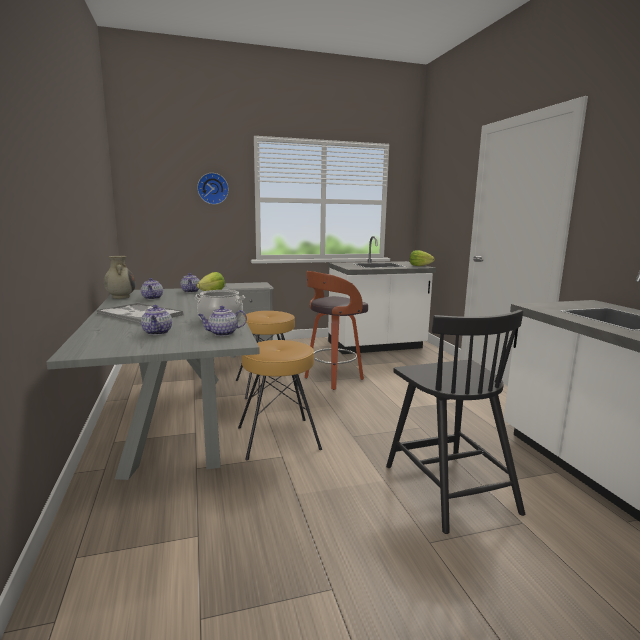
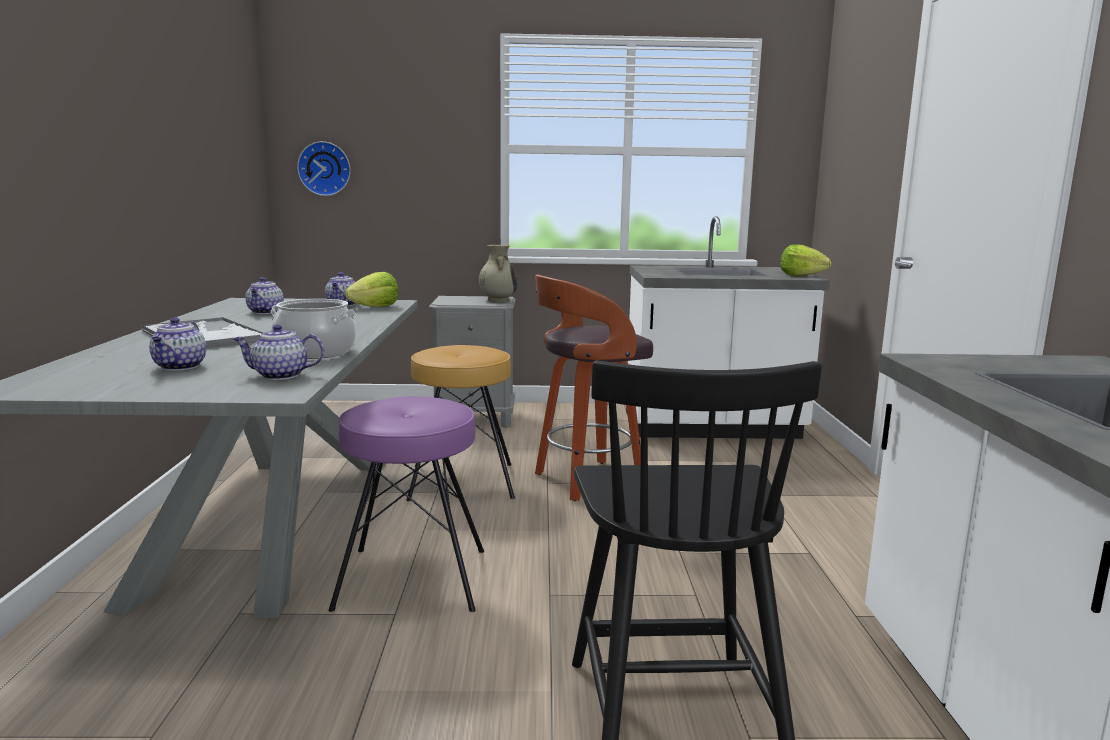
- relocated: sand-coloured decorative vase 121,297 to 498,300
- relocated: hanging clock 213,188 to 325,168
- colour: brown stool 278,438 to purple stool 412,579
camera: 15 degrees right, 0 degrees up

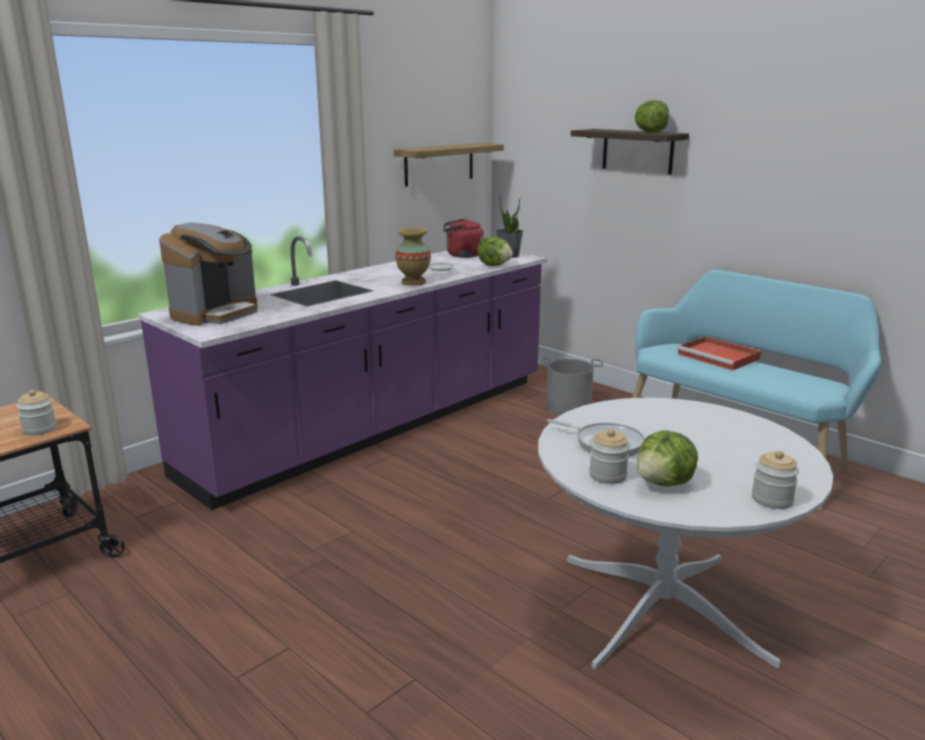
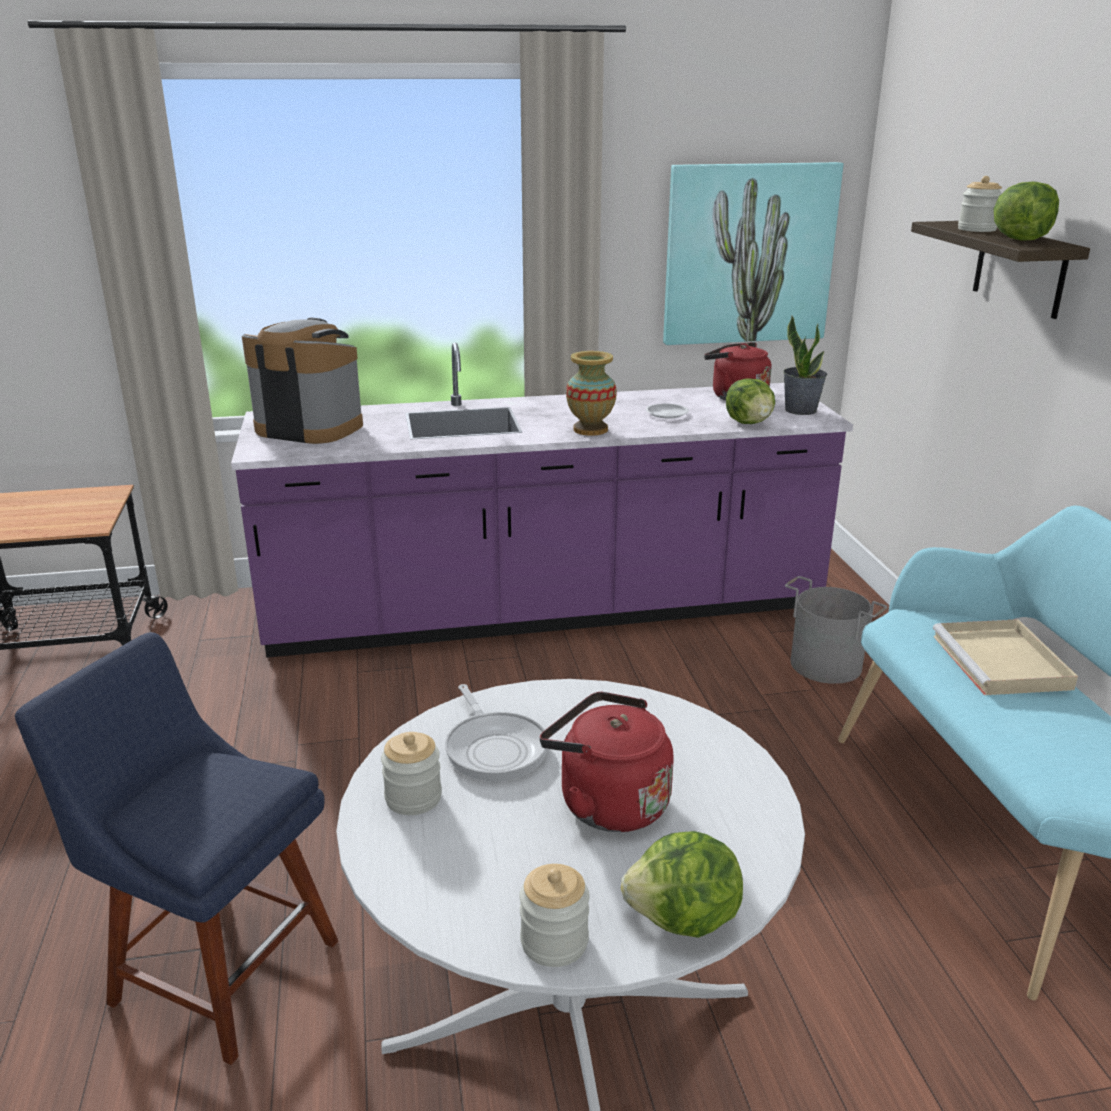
- relocated: preserve jar 39,429 to 976,229
- spun: coffee brewer 216,313 = 309,428 135 degrees counterclockwise
- exchanged: wall shelf 439,164 to wall art 748,254
- relocated: lettuce 664,483 to 684,921
- colour: reddish tray 719,357 to sand-coloured tray 1003,663
- appeared: blue-coloured plain chair 217,967
- appeared: reddish tea kettle 607,803
camera: 35 degrees right, 5 degrees up

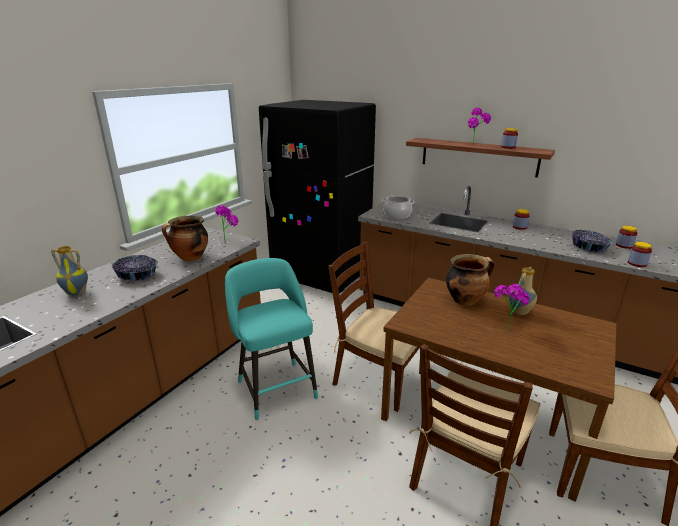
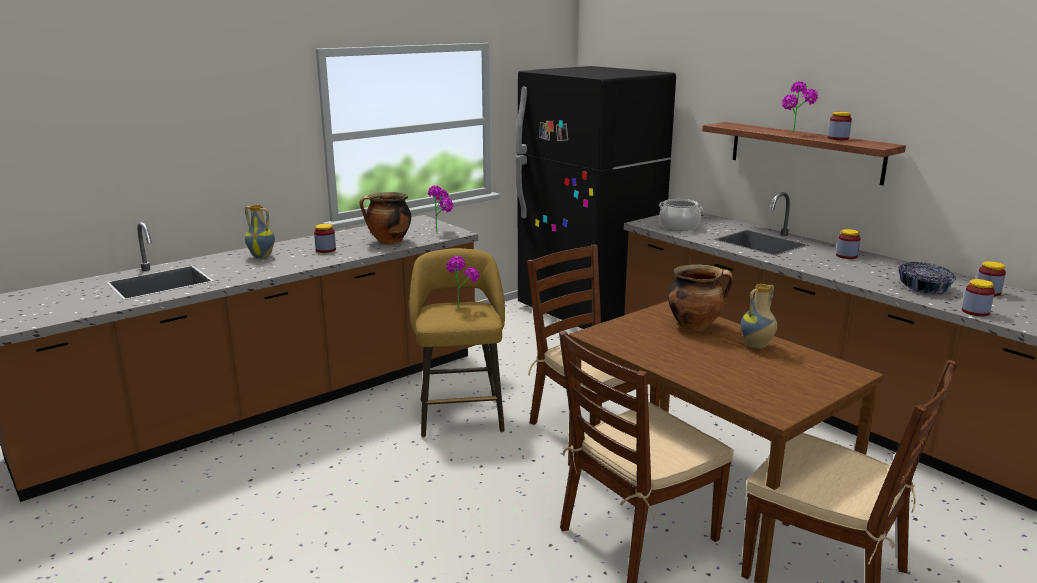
- exchanged: deep dish 137,275 to preserve jar 325,250
- colour: turquoise stool 275,387 to yellowish stool 460,413
- relocated: houseplant 505,326 to 461,305
camera: 20 degrees right, 5 degrees down

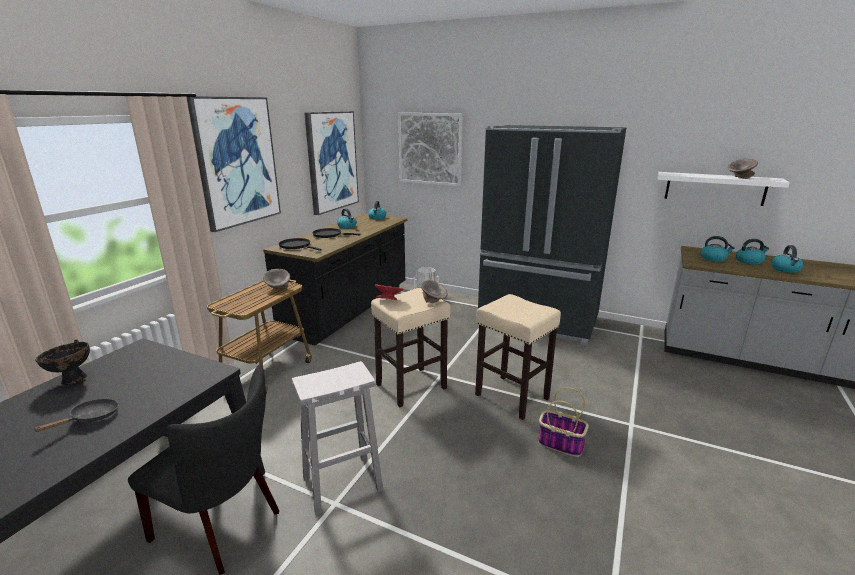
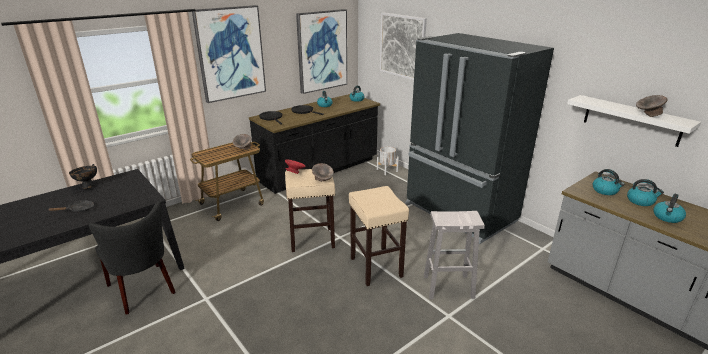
- relocated: whitish stool 341,484 to 447,287
- missing: household basket 559,443
camera: 25 degrees right, 5 degrees up

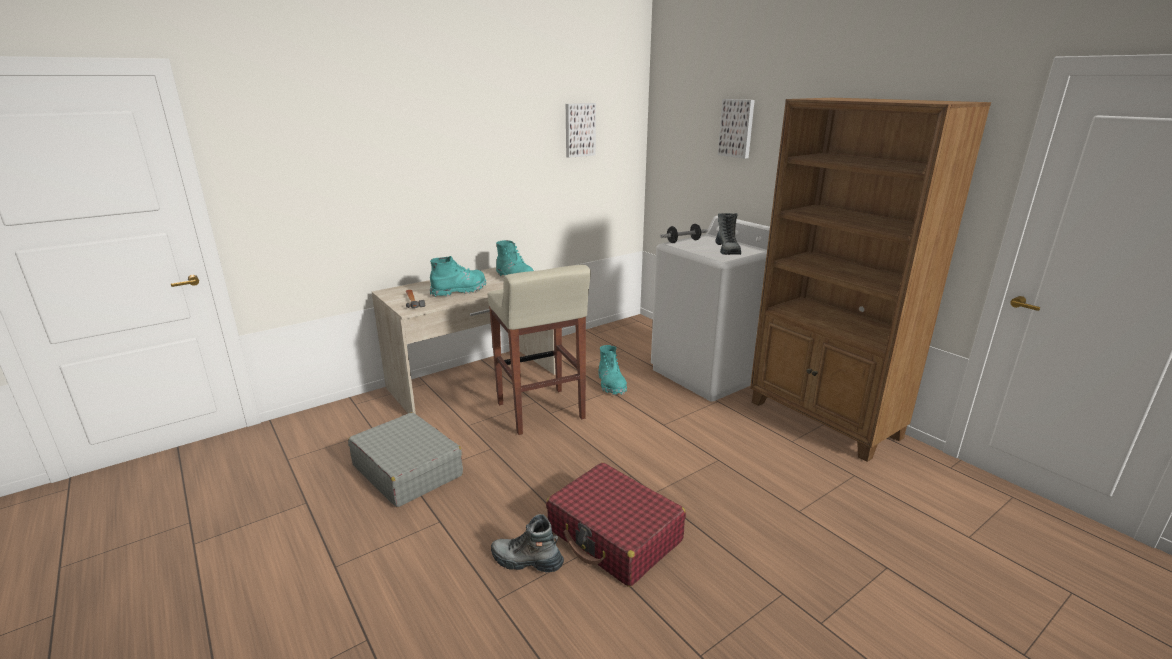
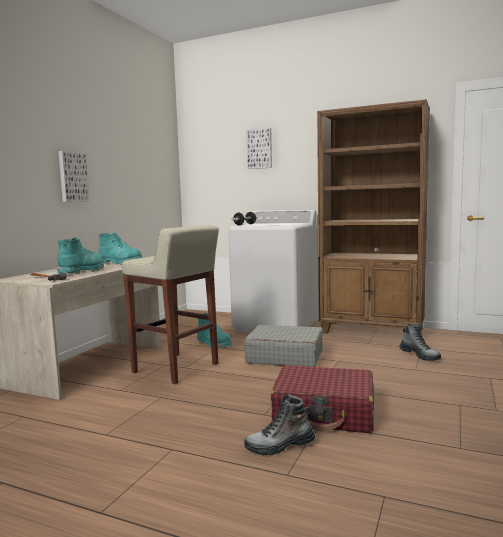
- relocated: grey piece of luggage 407,470 to 284,357
- relocated: wall art 579,130 to 72,177
- relocated: boot 727,250 to 420,355
camera: 30 degrees left, 15 degrees down

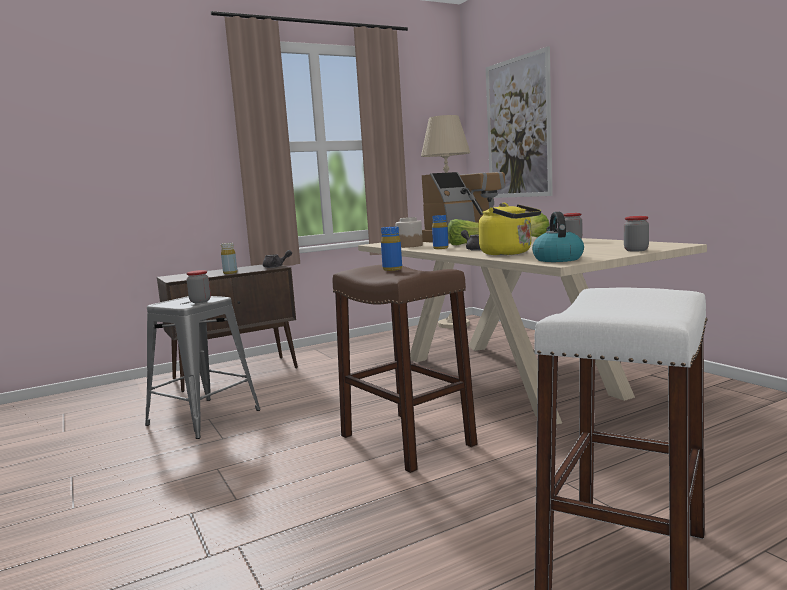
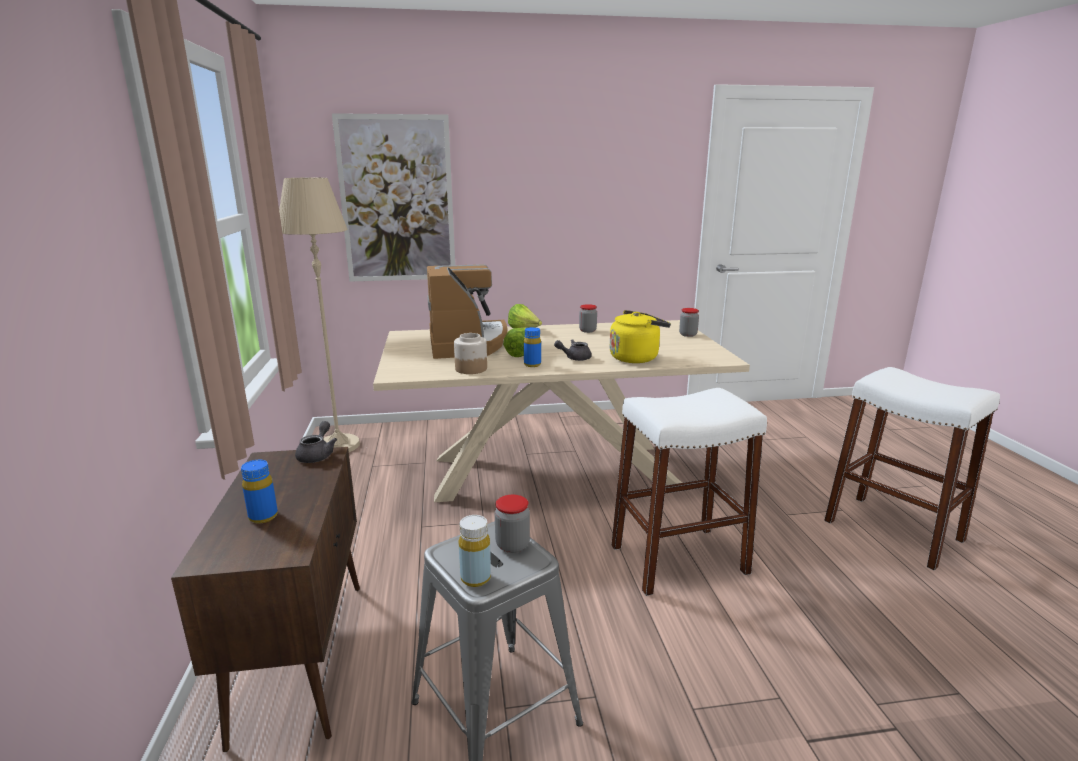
- relocated: yellowish beverage bottle 230,273 to 475,578
- colour: brown stool 406,440 to whitish stool 678,559
- relocated: blue-coloured beverage bottle 392,269 to 263,517
- missing: tea kettle 557,259
camera: 70 degrees left, 10 degrees up

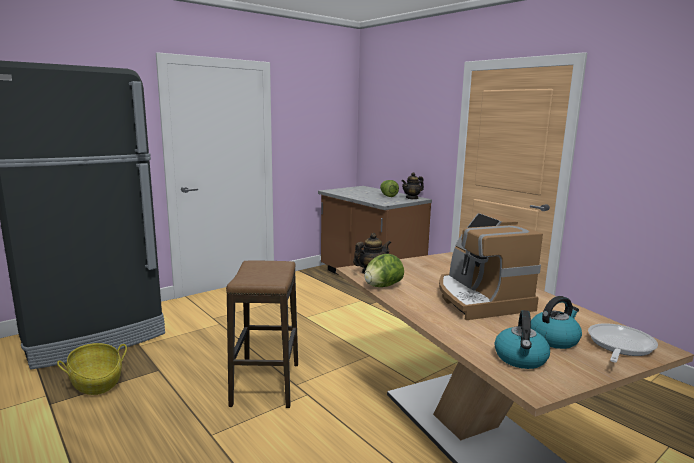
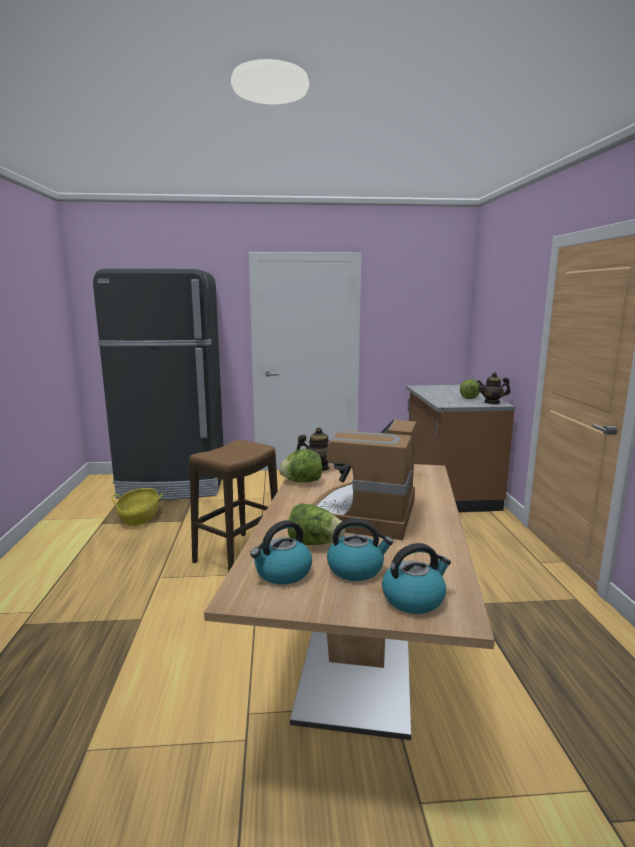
- exchanged: pan 619,346 to tea kettle 414,598
- appeared: lettuce 314,543
camera: 35 degrees right, 0 degrees up

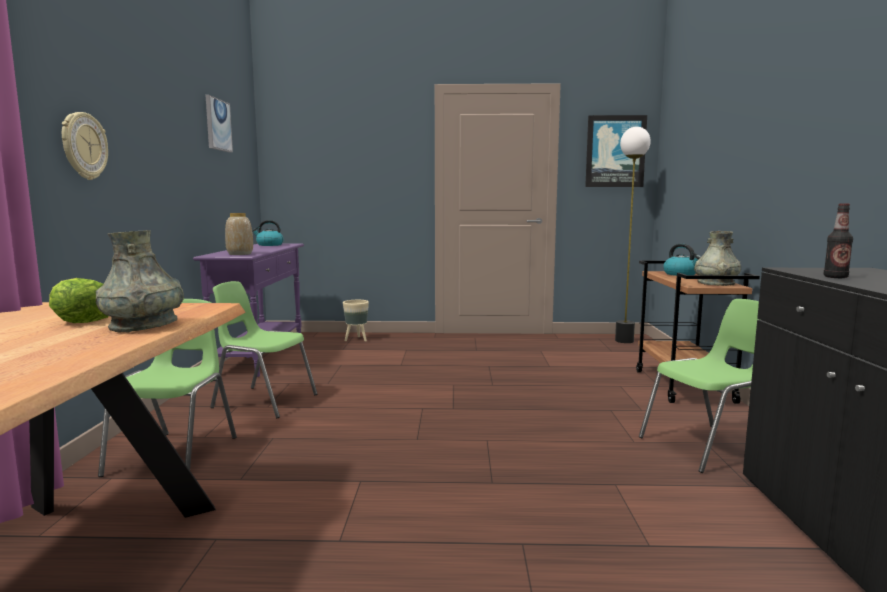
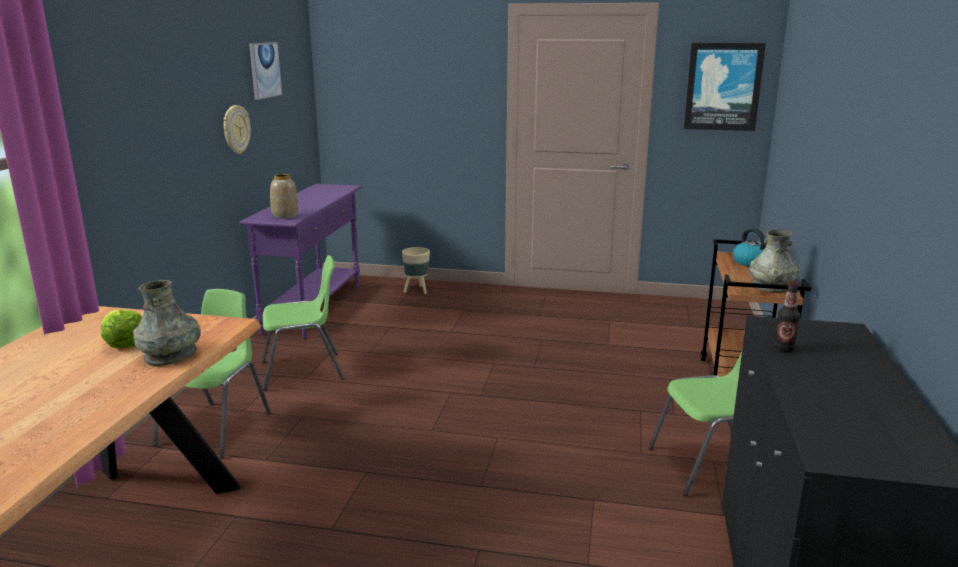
- relocated: hanging clock 83,146 to 235,129
- spun: greenish plain chair 263,401 = 304,371 135 degrees clockwise
- missing: tea kettle 269,245
- missing: floor lamp 624,341
camera: 10 degrees right, 10 degrees up

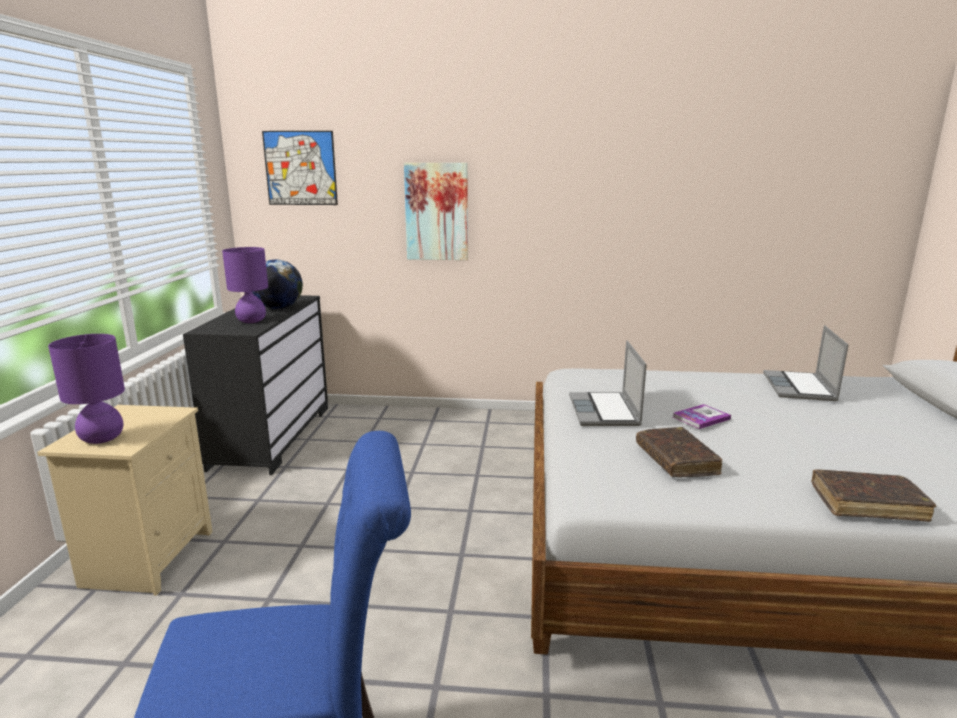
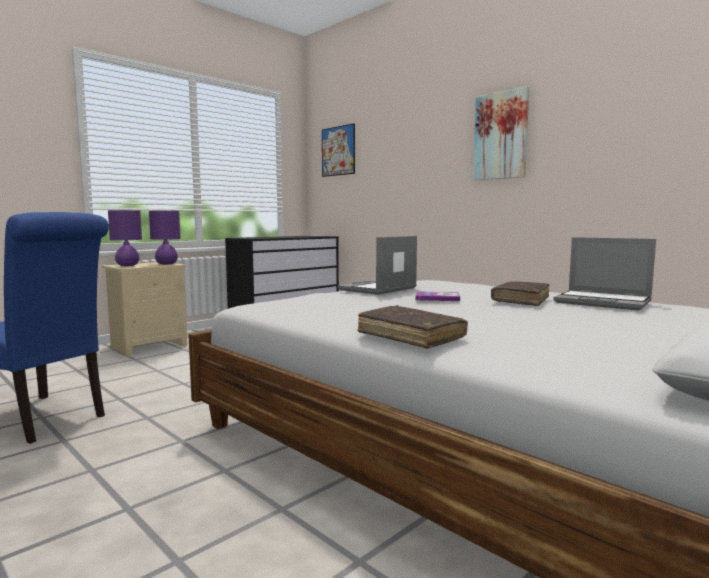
- relocated: purple lamp for a table 251,321 to 167,263
- missing: desk globe 279,308
- relocated: wall art 437,212 to 501,136
- relocated: brown bound book 676,460 to 520,300
- spun: portable computer 800,388 = 604,302 105 degrees counterclockwise
camera: 40 degrees right, 10 degrees down

